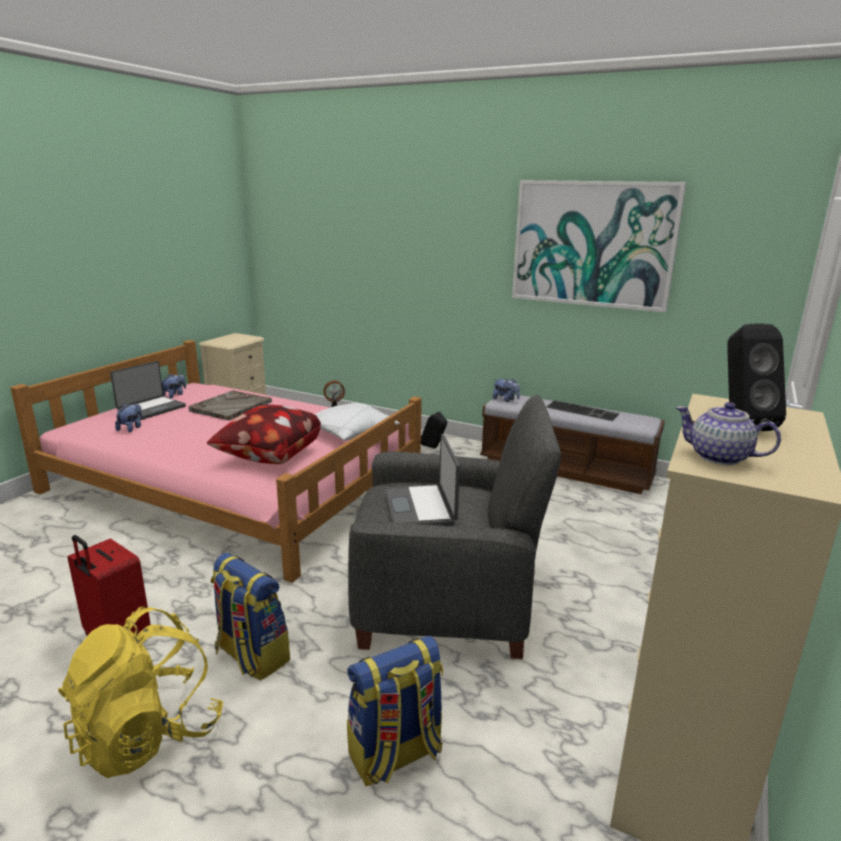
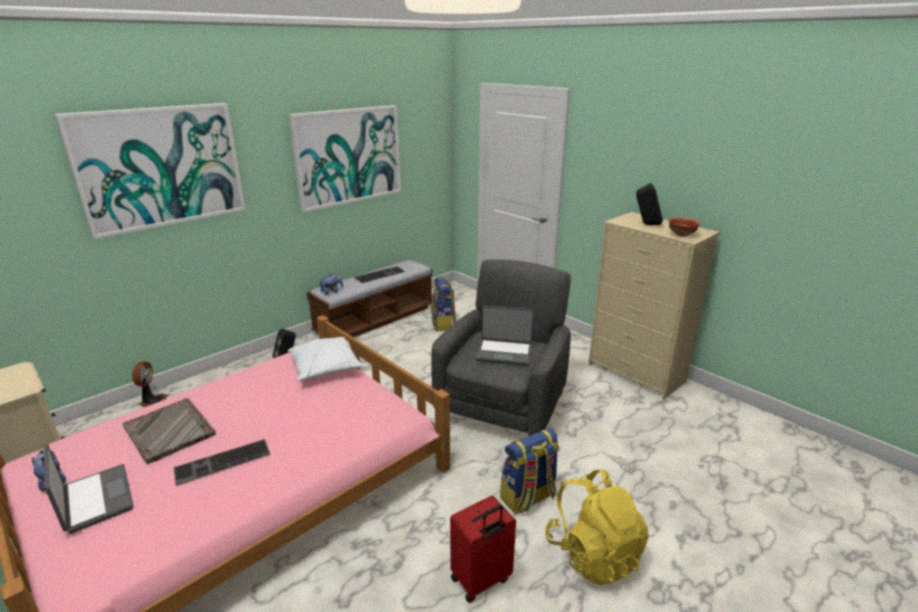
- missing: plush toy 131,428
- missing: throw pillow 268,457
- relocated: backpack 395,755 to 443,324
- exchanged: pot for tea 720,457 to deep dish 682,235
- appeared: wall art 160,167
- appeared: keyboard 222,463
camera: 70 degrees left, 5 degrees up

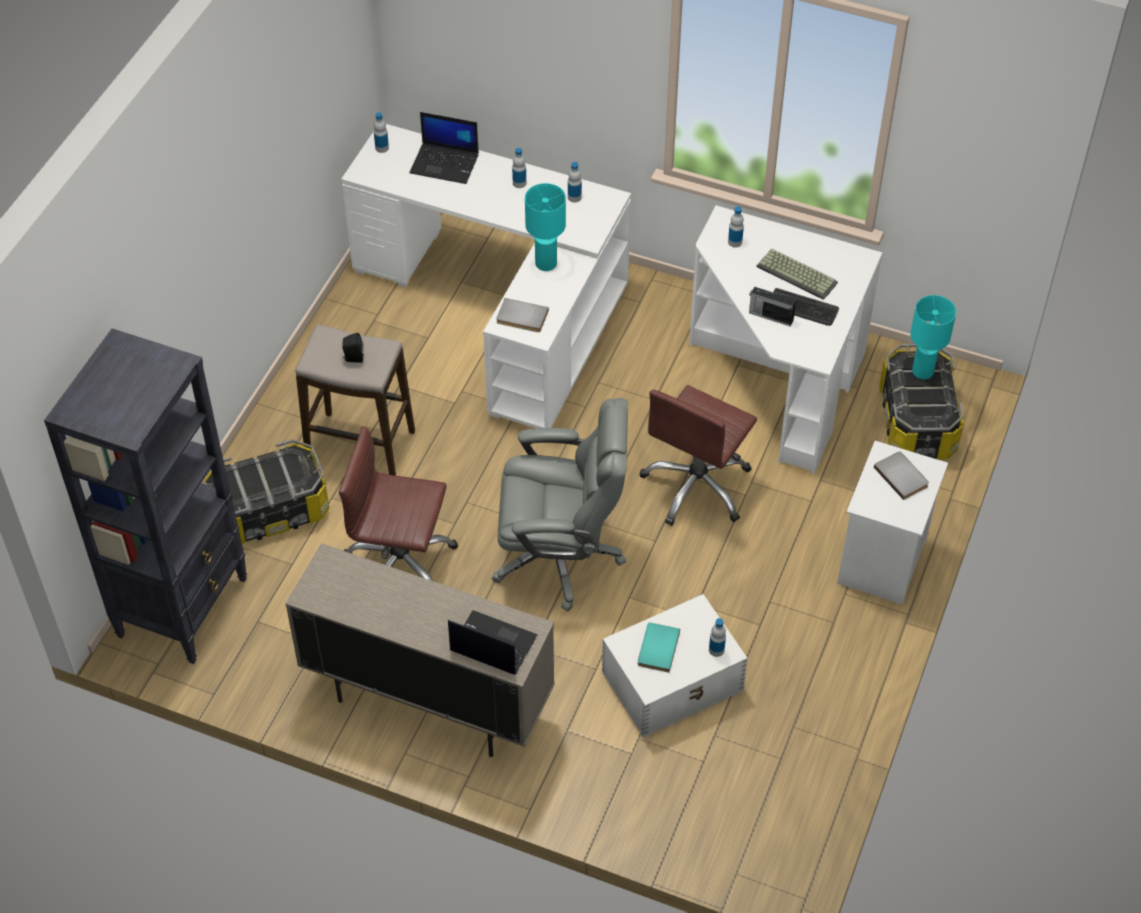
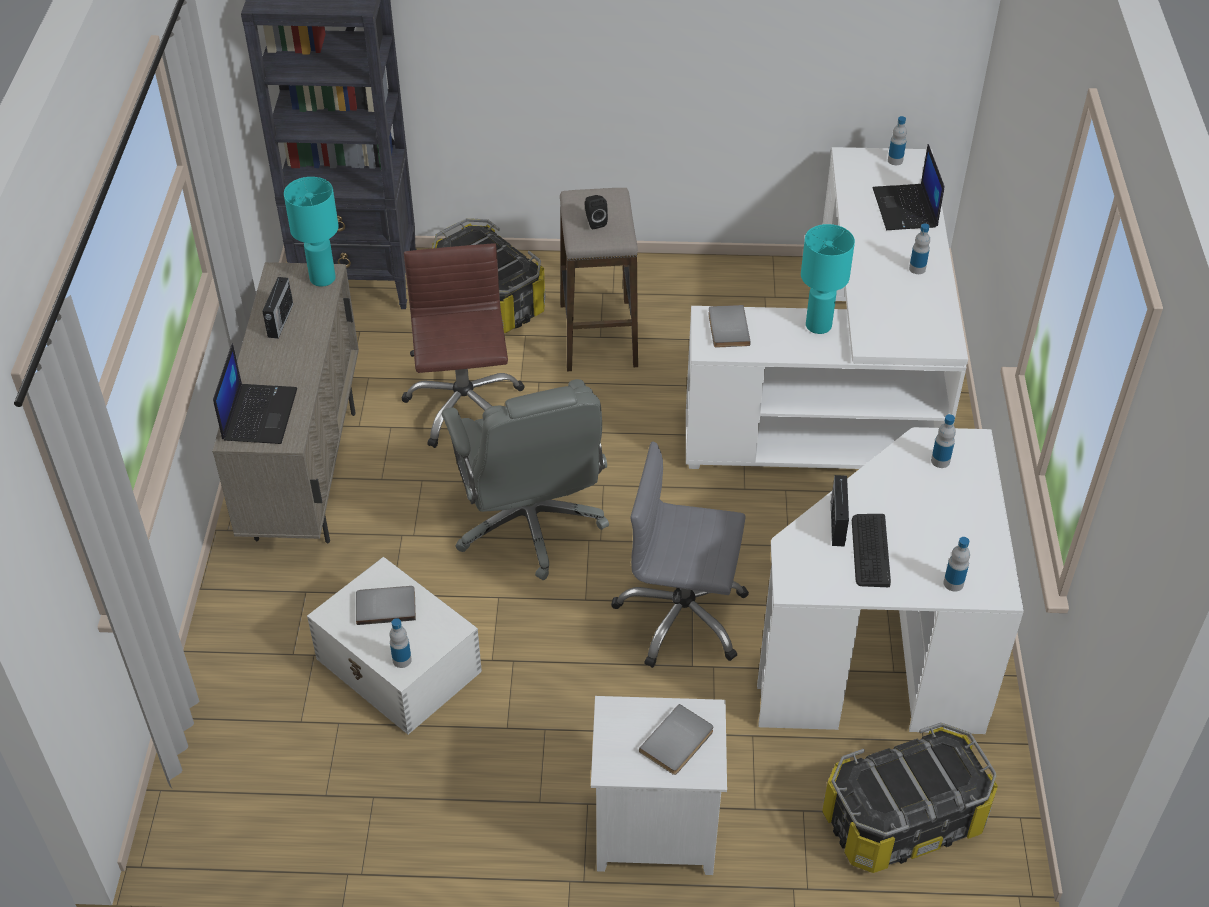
- relocated: beverage bottle 574,197 to 953,583
- colour: turquoise bound book 656,648 to grey bound book 386,605
- colour: brown computer chair 697,486 to grey computer chair 681,617
- missing: keyboard 798,274
- relocated: turquoise lamp for a table 922,371 to 323,278
- appeared: radio set 280,321
camera: 70 degrees right, 5 degrees down

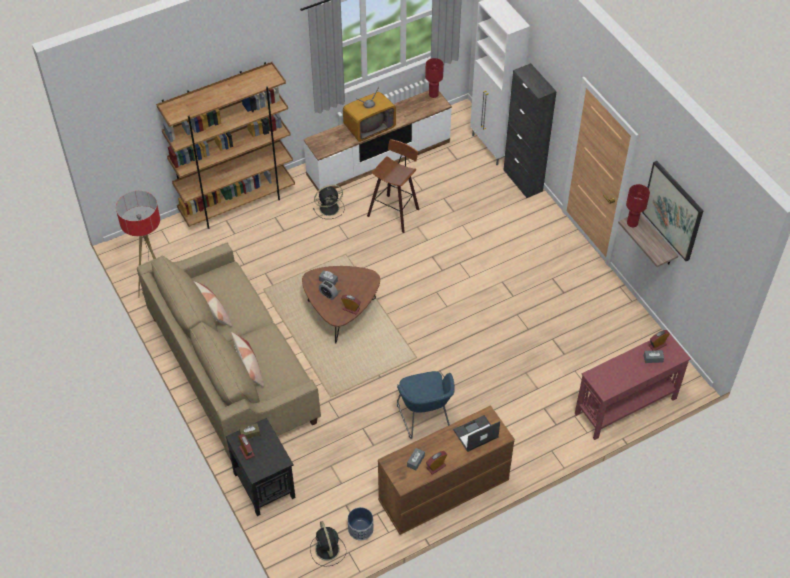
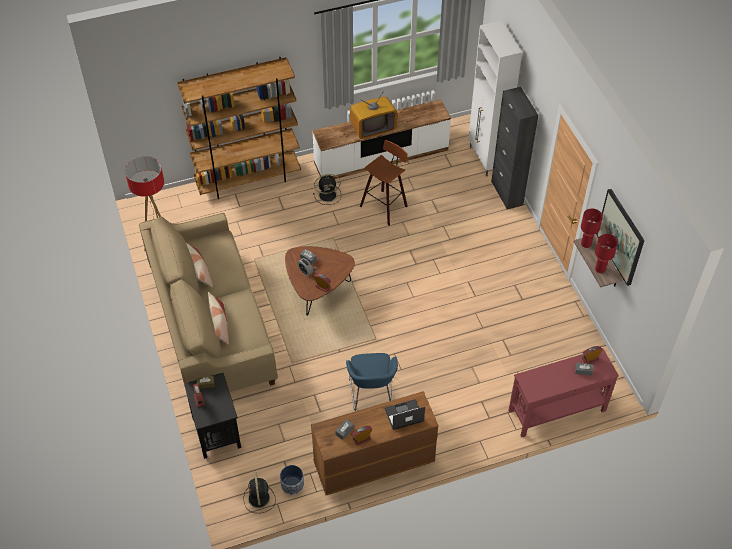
- relocated: reddish lamp for a table 433,94 to 600,269
camera: 10 degrees right, 0 degrees up

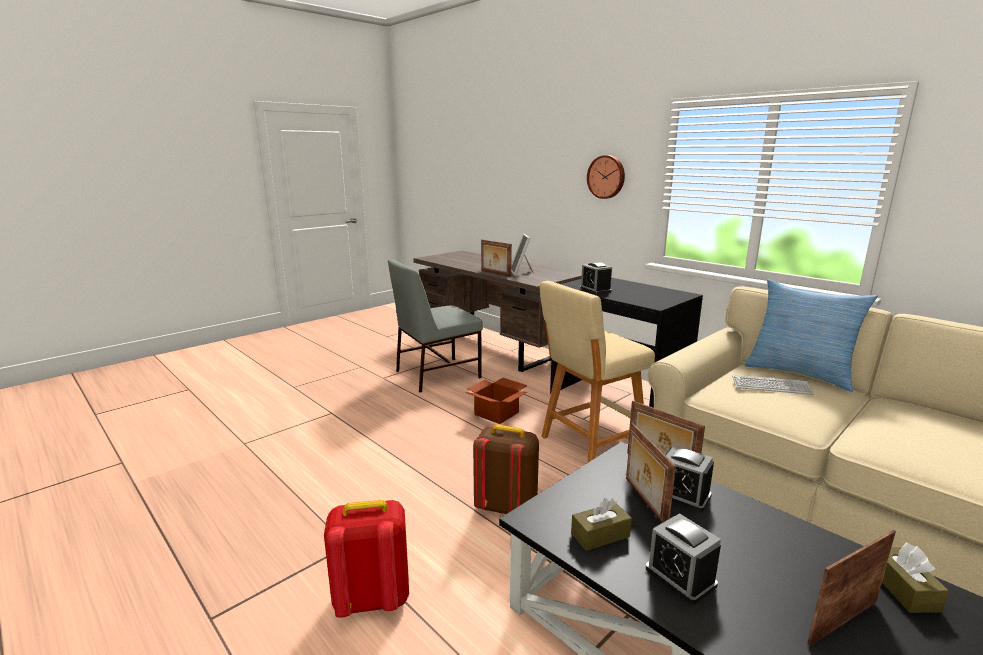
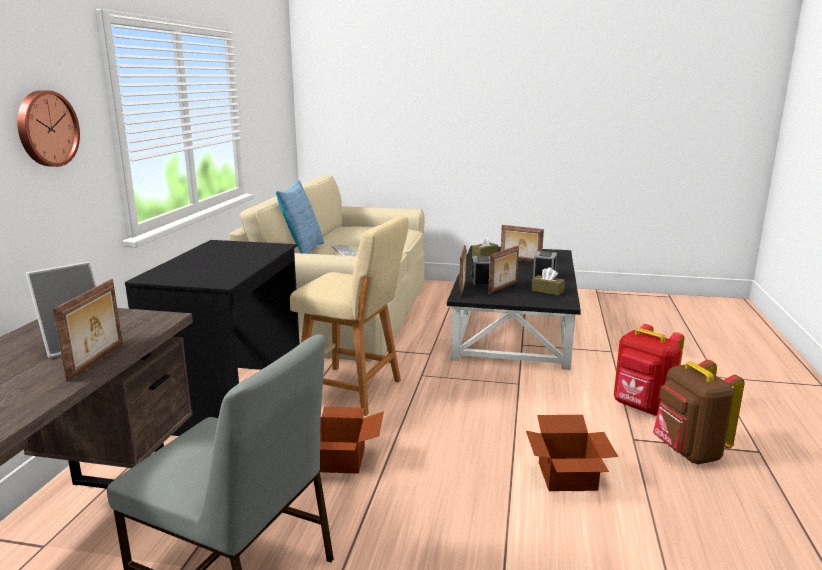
- relocated: brown backpack 506,507 to 688,452
- missing: bedside clock 595,290
- appeared: carton 566,477
camera: 125 degrees left, 0 degrees up

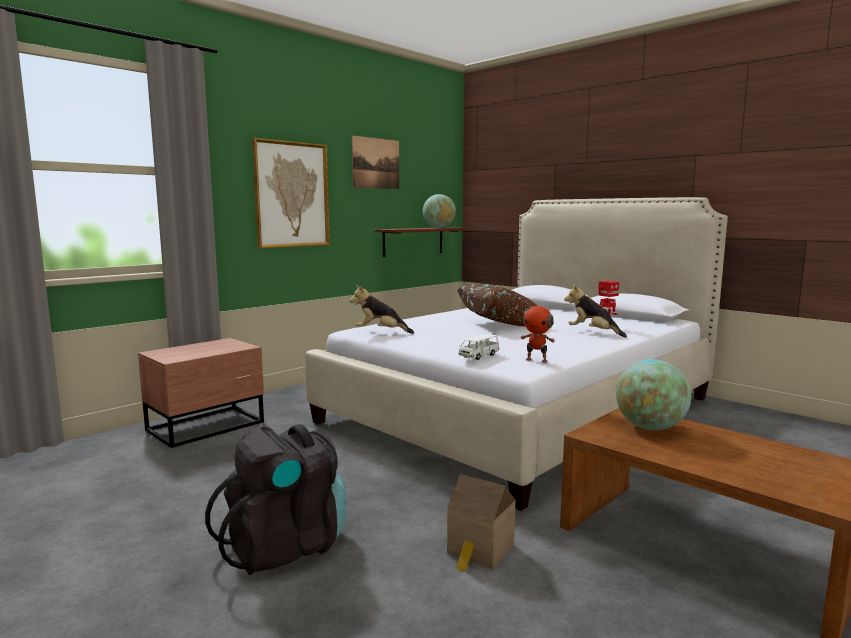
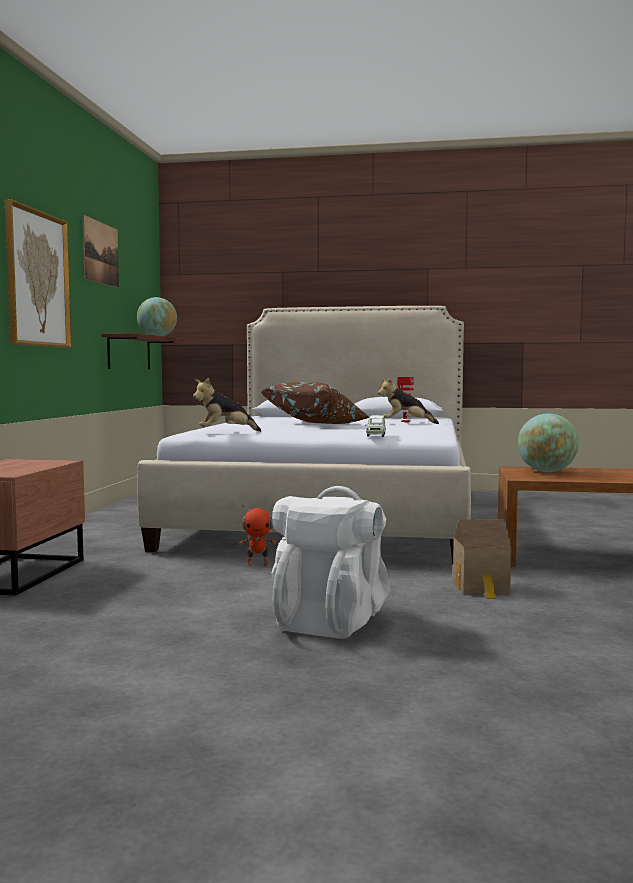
- colour: black backpack 286,546 to whitish backpack 331,620
- relocated: robot figure 536,360 to 257,564
camera: 35 degrees left, 5 degrees down

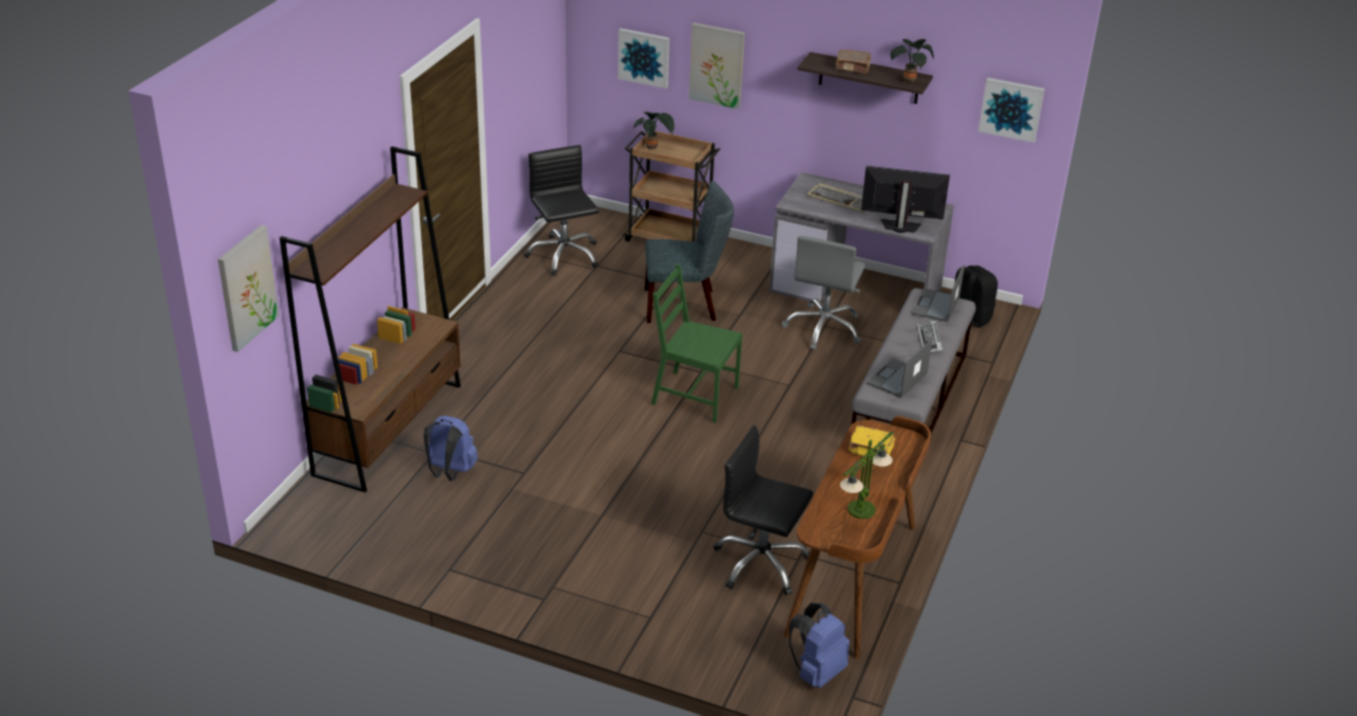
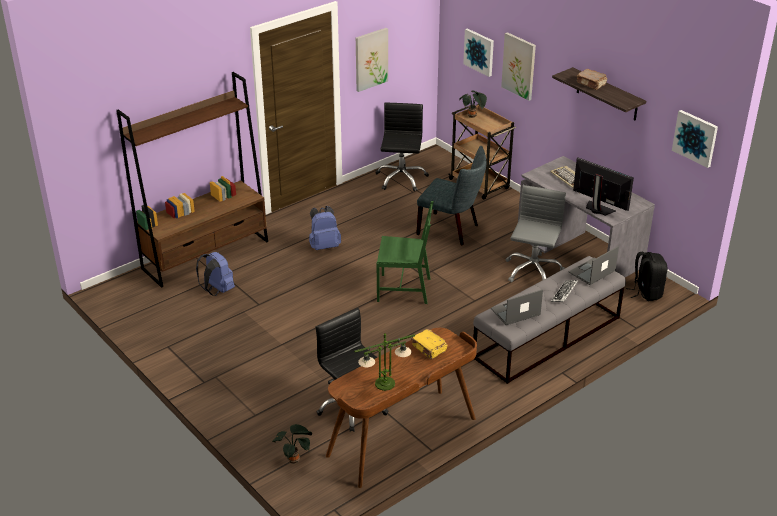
- relocated: wall art 246,287 to 371,59
- spun: greenish plain chair 694,396 = 404,289 135 degrees clockwise
- spun: grey computer chair 824,328 = 532,270 150 degrees clockwise
- relocated: blue-coloured backpack 816,672 to 324,246
- relocated: houseplant 909,80 to 295,459
camera: 30 degrees right, 0 degrees up

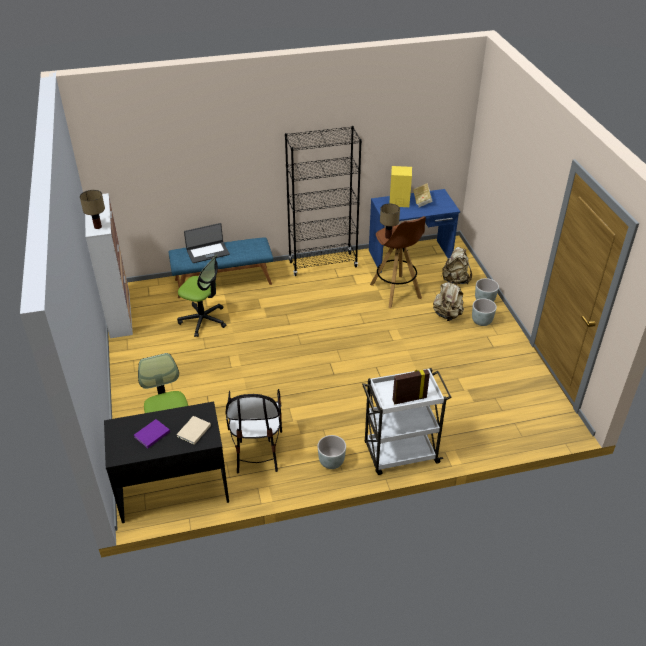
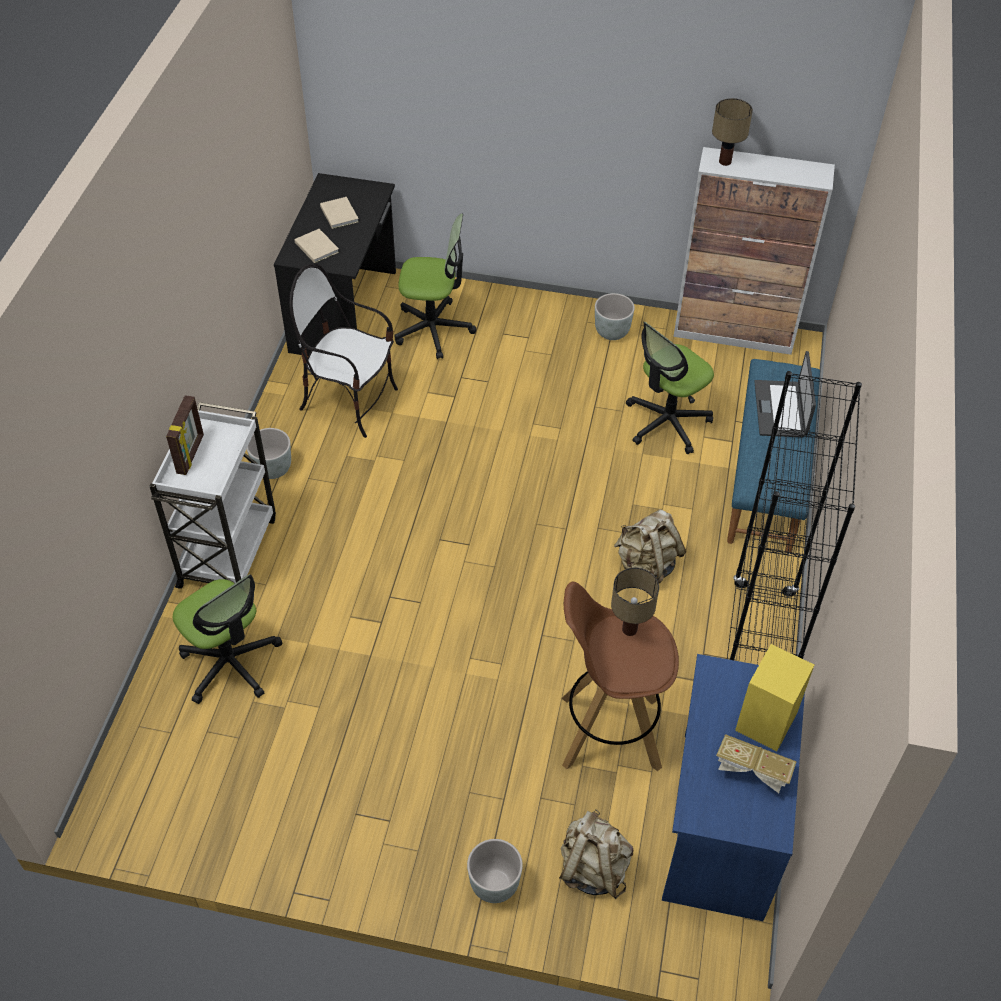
- colour: purple bound book 151,434 to sand-coloured bound book 339,213
- relocated: sand-coloured backpack 447,315 to 647,565
- relocated: grey planter 481,321 to 612,332
- appeared: computer chair 230,663
camera: 115 degrees right, 10 degrees up

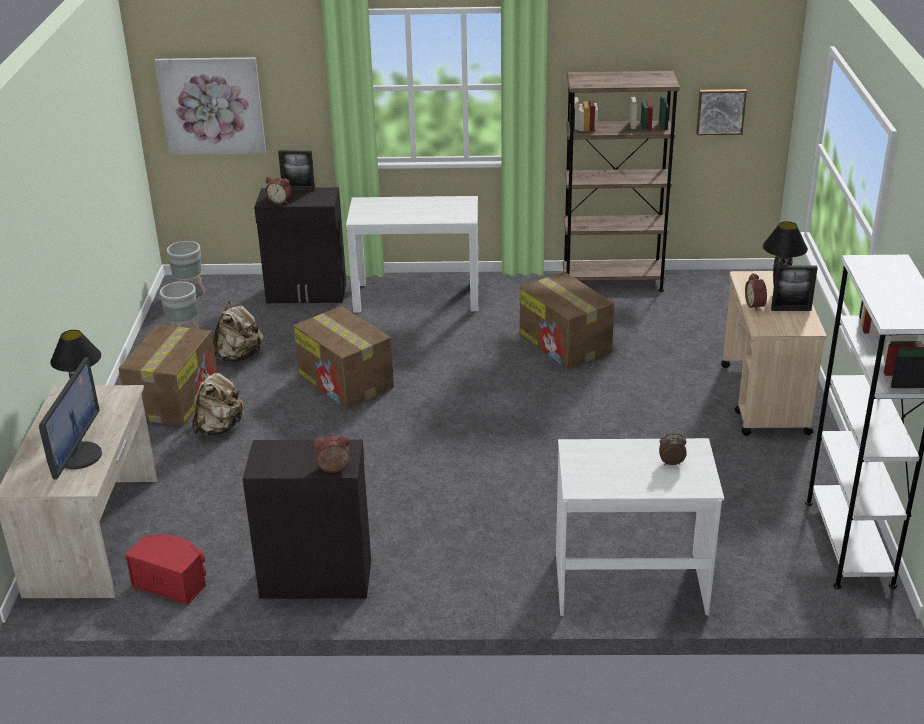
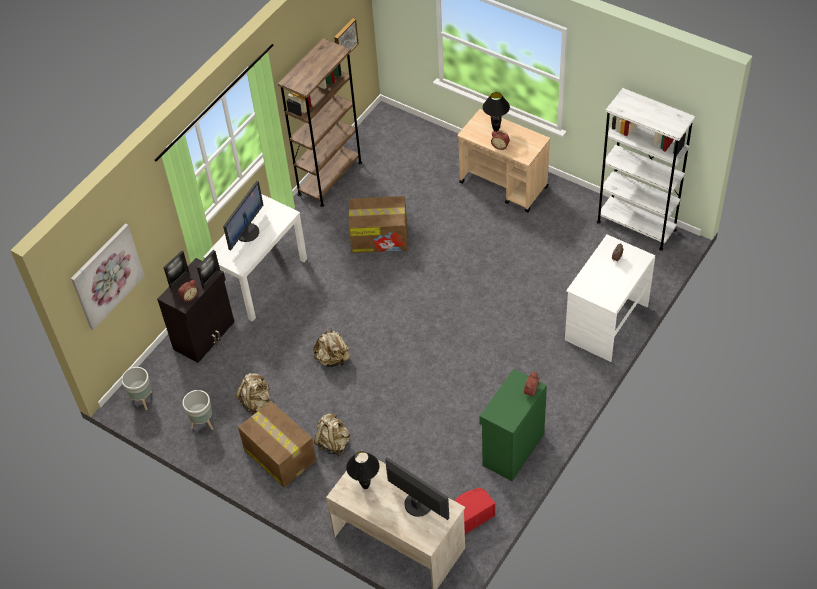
- colour: black cabinet 315,577 to greenish cabinet 512,449
- exchanged: carton 346,381 to sand-coloured backpack 333,359
- relocated: standing frame 791,309 to 211,279
- appeared: computer screen 246,232
camera: 55 degrees left, 20 degrees up

